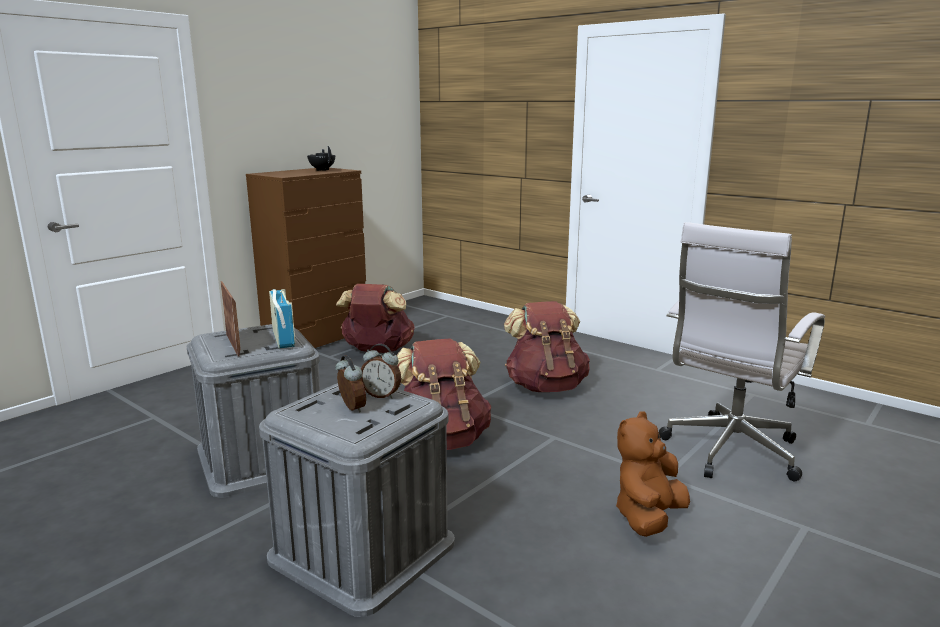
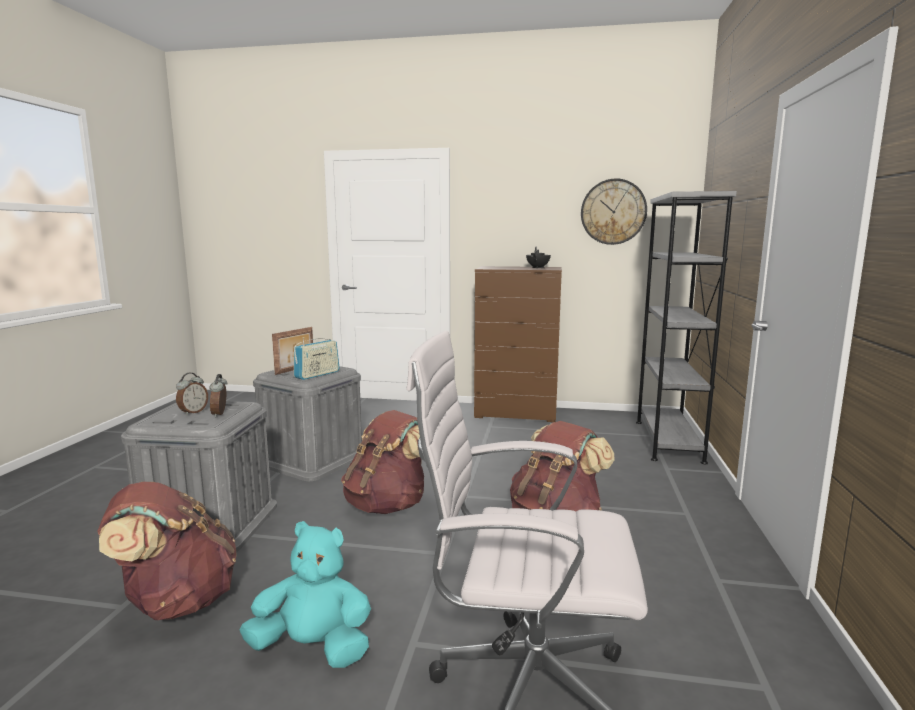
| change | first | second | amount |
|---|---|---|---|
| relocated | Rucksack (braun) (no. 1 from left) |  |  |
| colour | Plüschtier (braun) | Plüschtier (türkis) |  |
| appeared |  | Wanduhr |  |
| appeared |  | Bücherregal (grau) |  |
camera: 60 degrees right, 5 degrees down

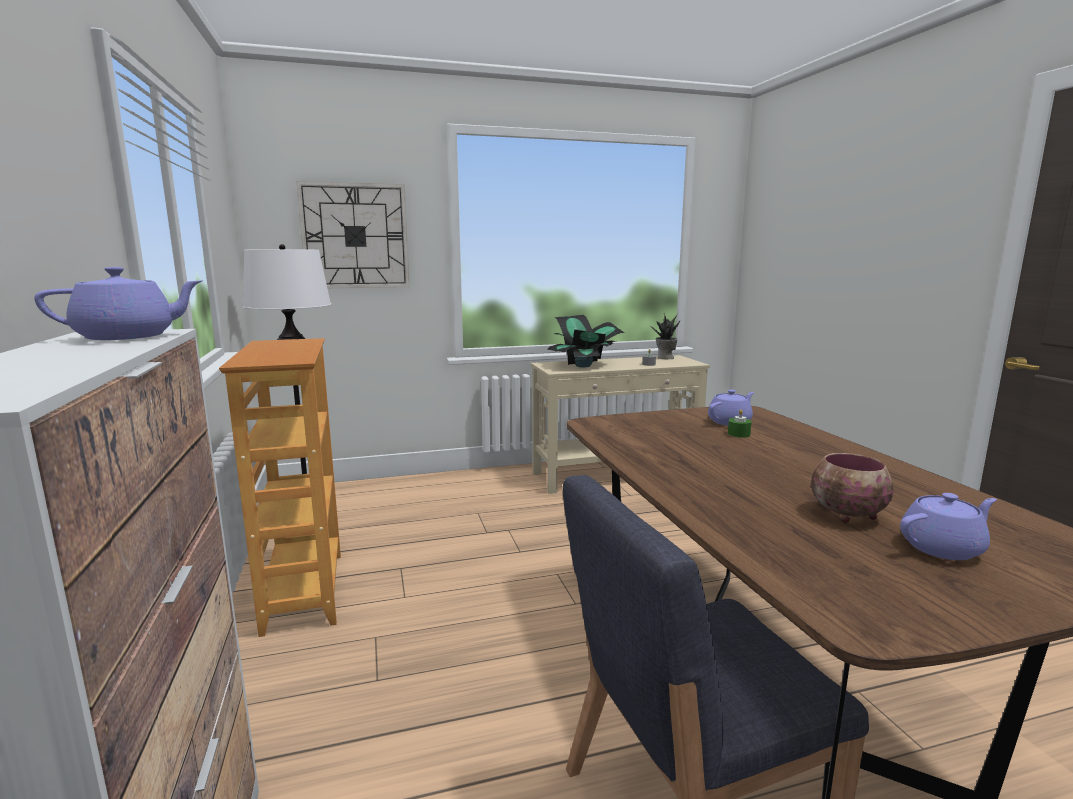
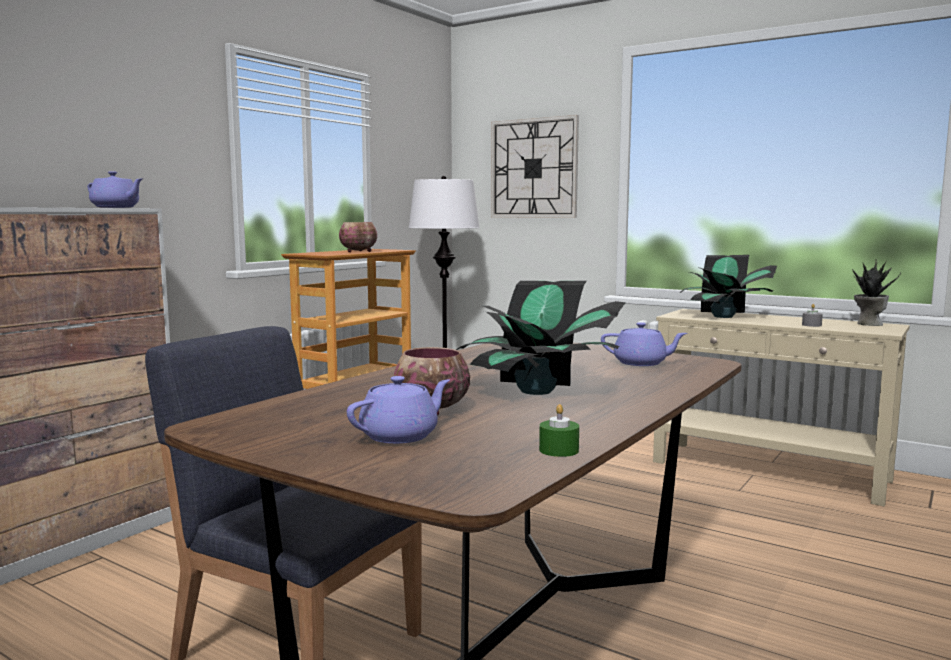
| change | first | second | amount |
|---|---|---|---|
| relocated | Kerze (grün) |  |  |
| spun | Teekanne (lila) (no. 3 from left in the first image) | Teekanne (lila) (no. 2 from left) | 75 degrees counterclockwise |
| appeared |  | Schüssel (no. 1 from left) |  |
| appeared |  | Topfpflanze (no. 1 from left) |  |
camera: 50 degrees right, 5 degrees down

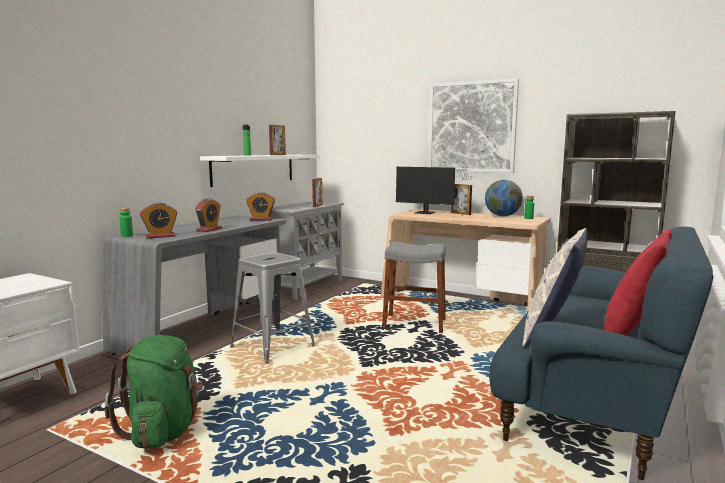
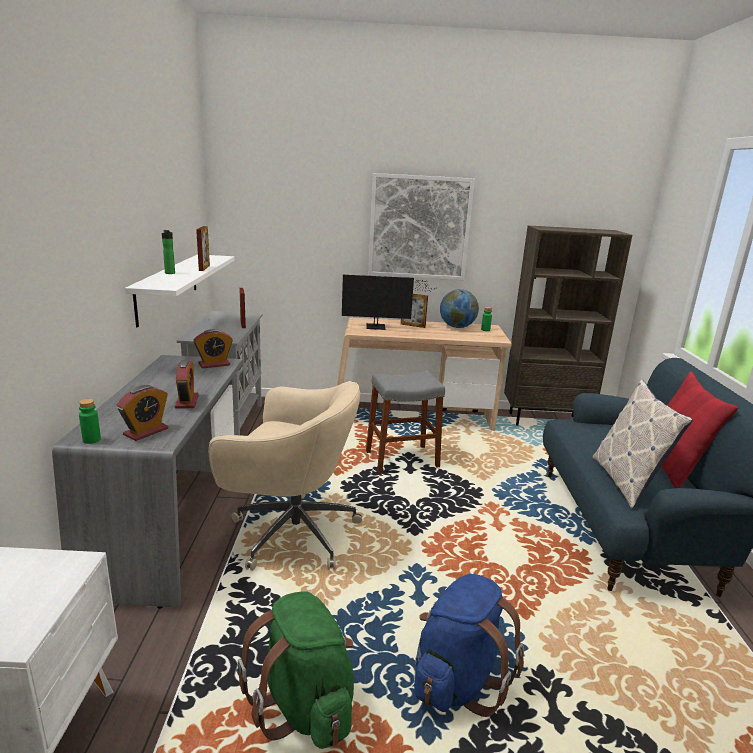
| change | first | second | amount |
|---|---|---|---|
| exchanged | Hocker (grau) (no. 1 from left) | Bürostuhl (beige) |  |
| appeared |  | Rucksack (blau) |  |
camera: 30 degrees left, 10 degrees up

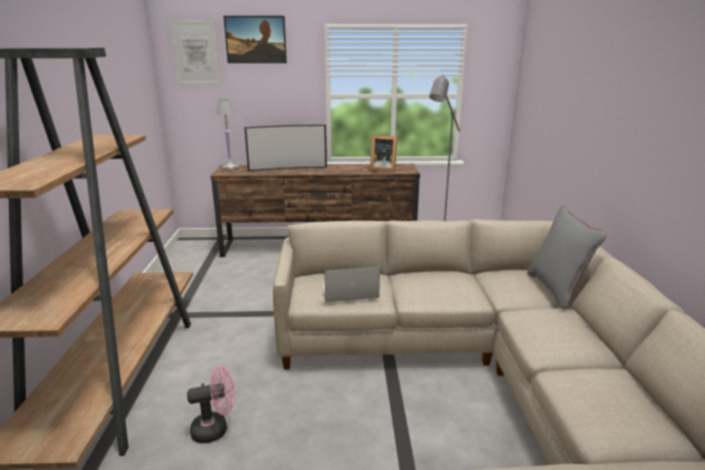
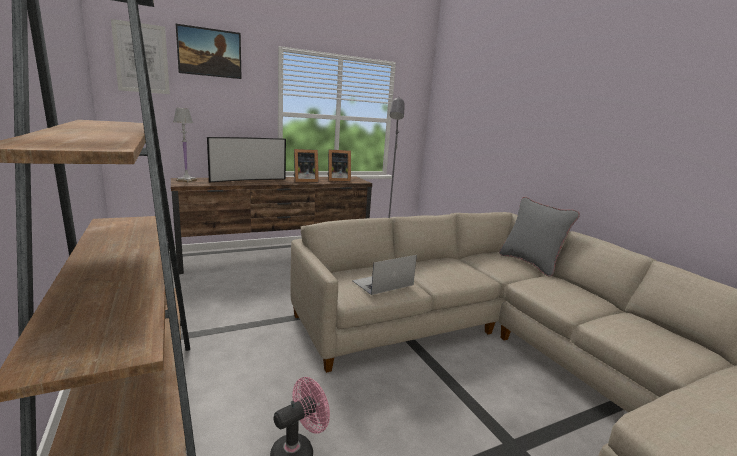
| change | first | second | amount |
|---|---|---|---|
| appeared |  | Bilderrahmen (no. 1 from left) |  |
camera: 25 degrees left, 5 degrees down

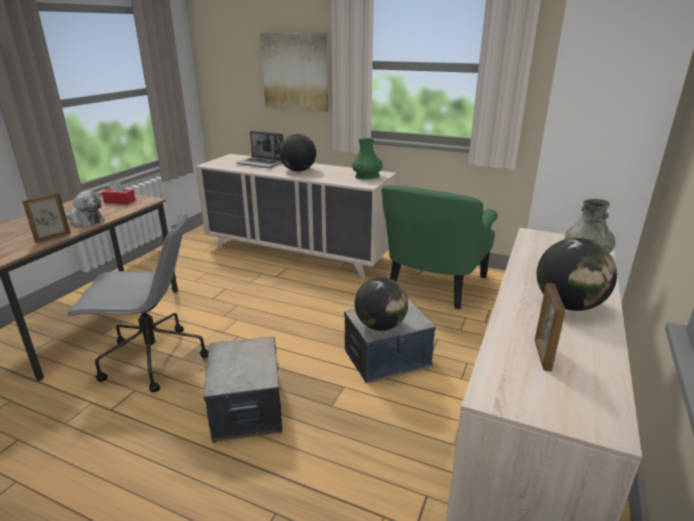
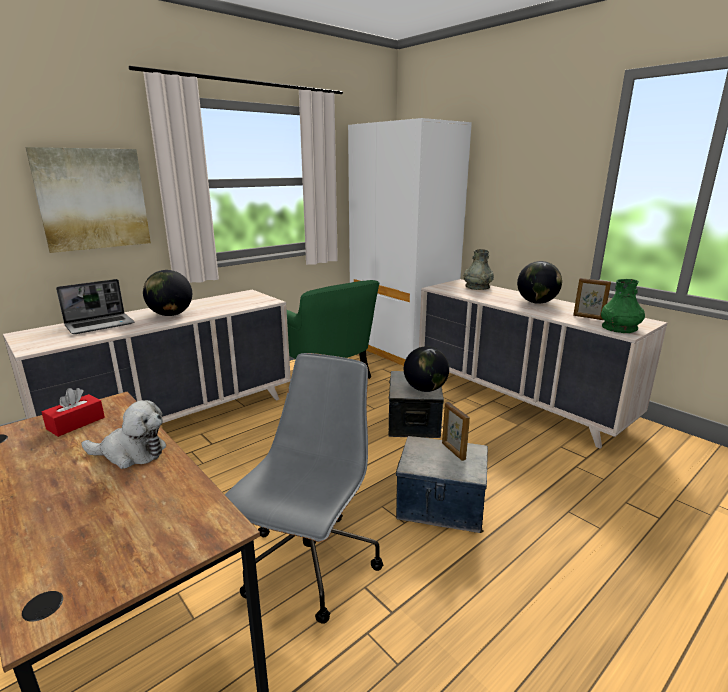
| change | first | second | amount |
|---|---|---|---|
| relocated | Bilderrahmen (no. 1 from left) |  |  |
| spun | Plüschtier |  | 45 degrees clockwise |
| relocated | Vase (grün) |  |  |
camera: 65 degrees left, 5 degrees down

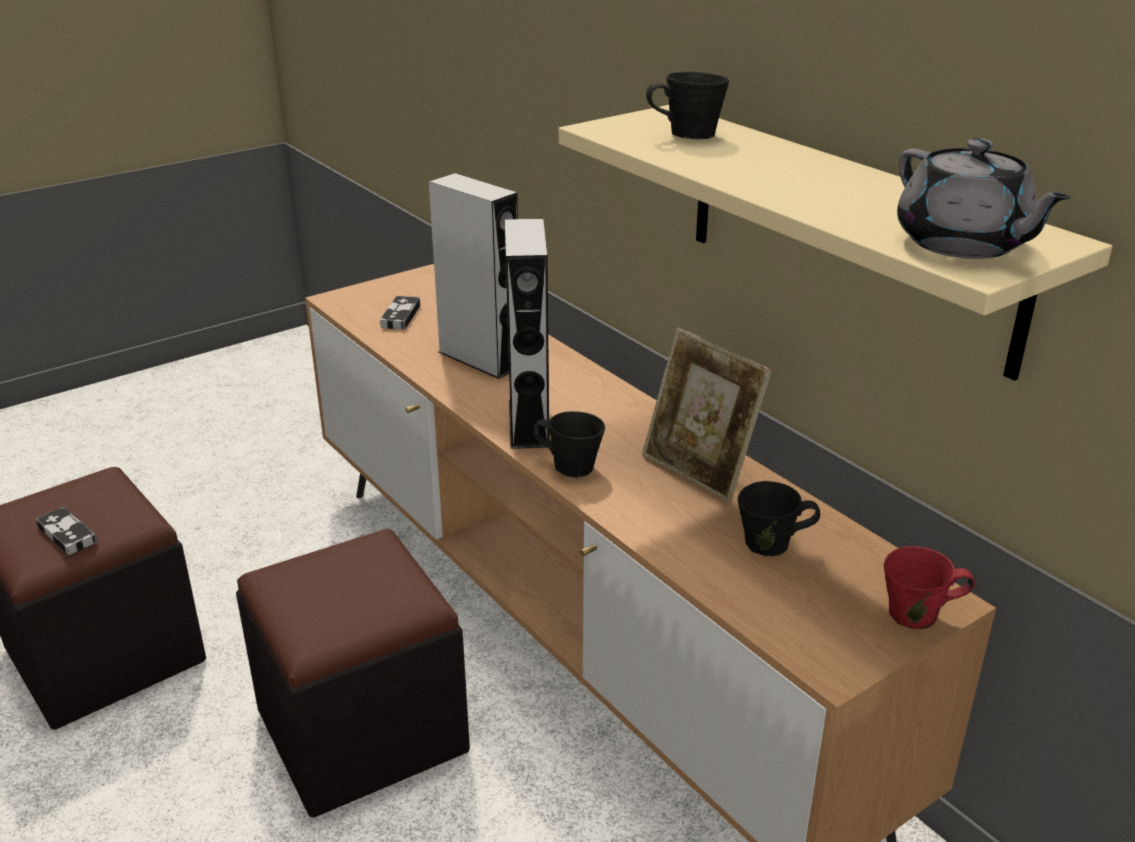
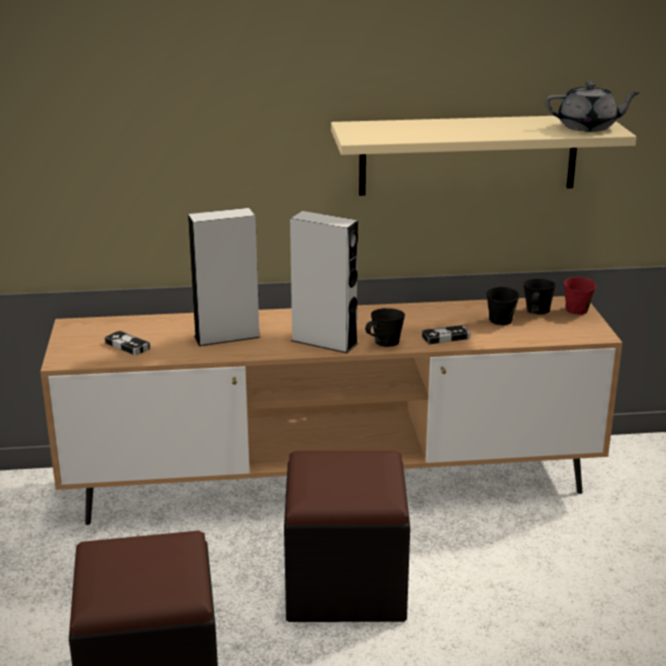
| change | first | second | amount |
|---|---|---|---|
| relocated | Gamepad (no. 1 from left in the first image) | Gamepad (no. 2 from left) |  |
| missing | Bilderrahmen |  |  |
| relocated | Henkelbecher (schwarz) (no. 2 from left in the first image) | Henkelbecher (schwarz) (no. 3 from left) |  |
camera: 60 degrees left, 5 degrees down

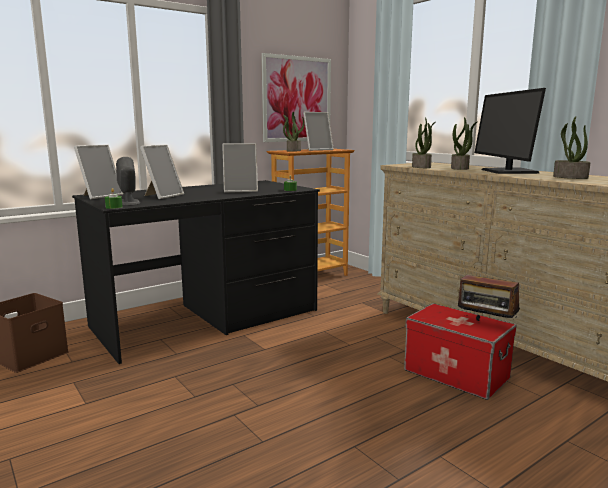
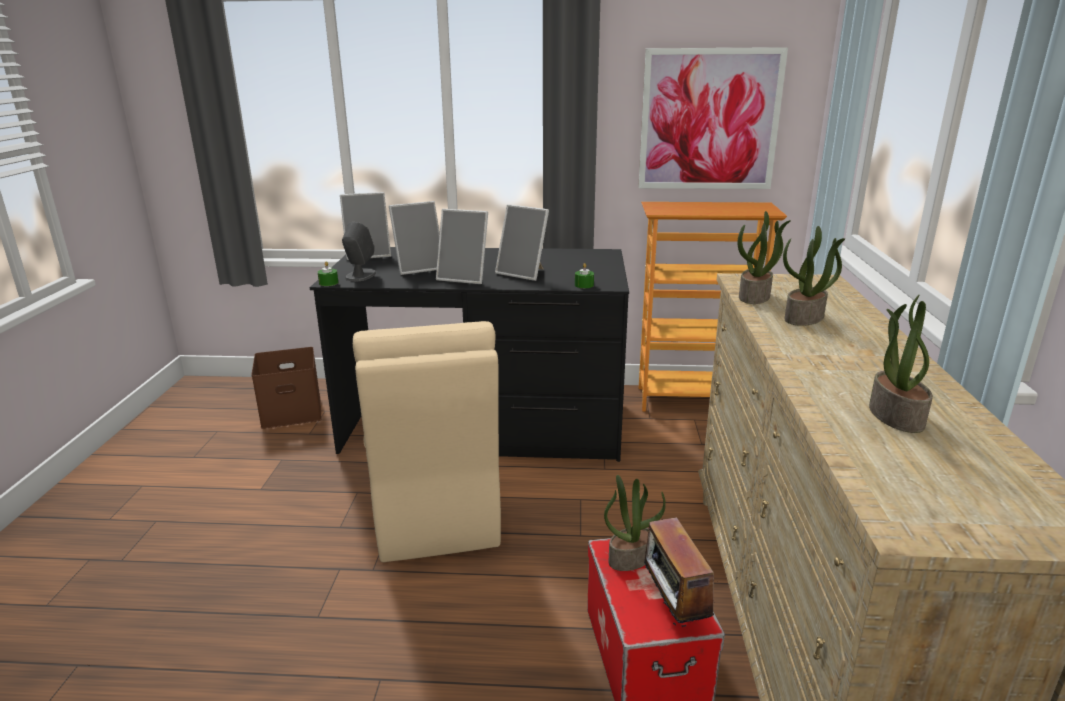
| change | first | second | amount |
|---|---|---|---|
| relocated | Topfpflanze (no. 1 from left) |  |  |
| relocated | Bilderrahmen (no. 4 from left in the first image) | Bilderrahmen (no. 3 from left) |  |
| missing | Monitor |  |  |
| appeared |  | Stuhl (beige) |  |
camera: 40 degrees right, 10 degrees up

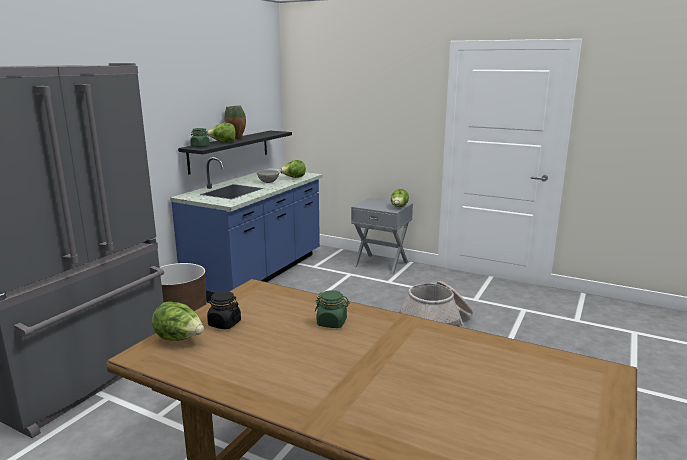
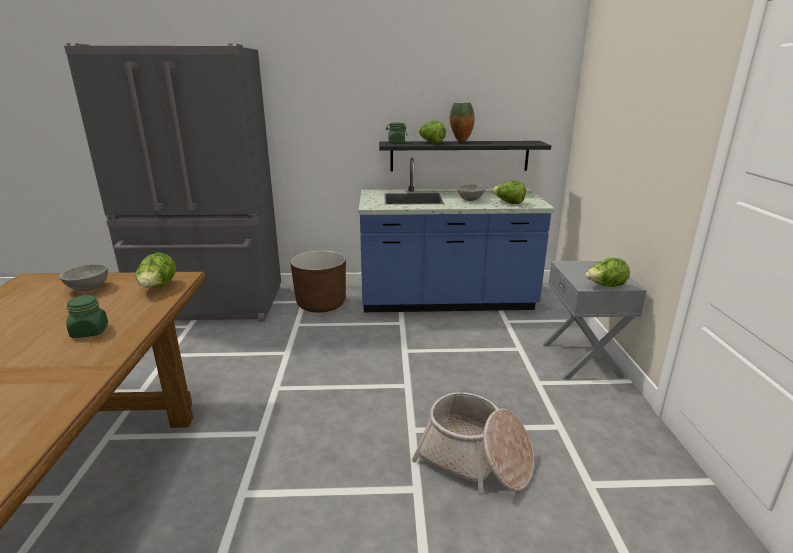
| change | first | second | amount |
|---|---|---|---|
| relocated | Salatkopf (no. 1 from left) |  |  |
| exchanged | Vorratsglas (schwarz) | Schüssel (grau) (no. 1 from left) |  |
camera: 60 degrees right, 5 degrees up

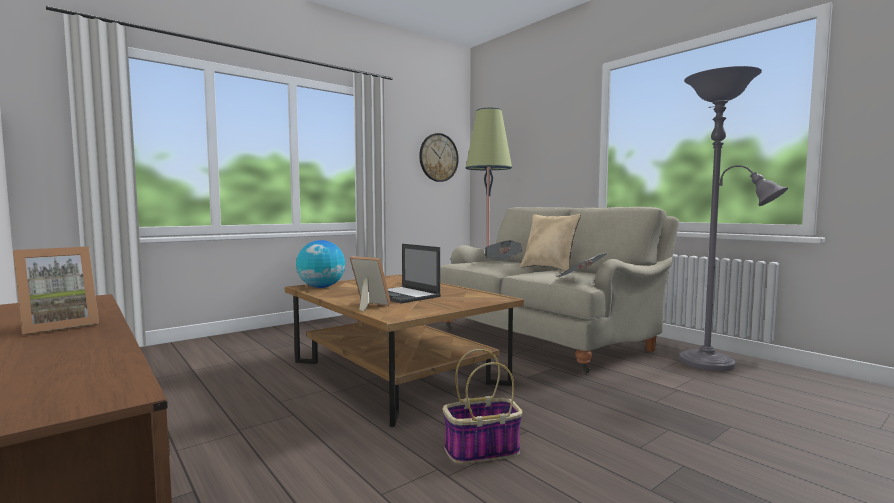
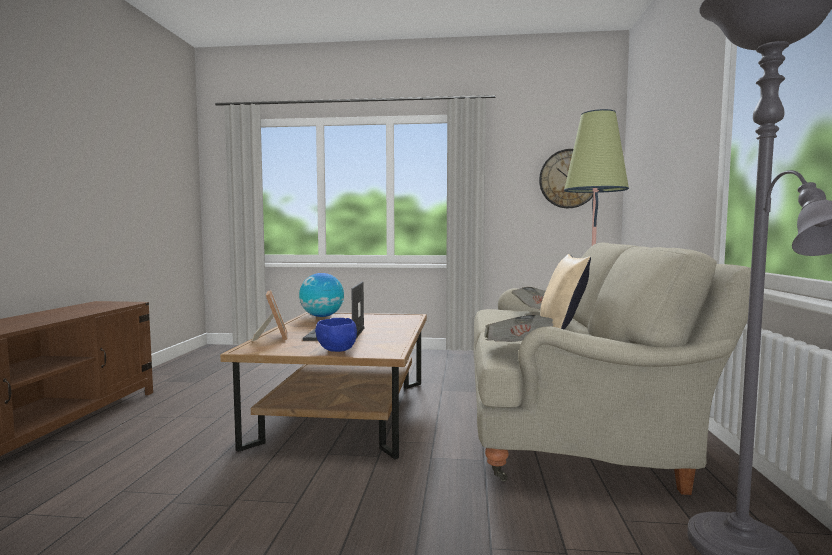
| change | first | second | amount |
|---|---|---|---|
| missing | Bilderrahmen (no. 1 from left) |  |  |
| missing | Korb |  |  |
| appeared |  | Schüssel (blau) |  |
camera: 45 degrees right, 0 degrees up

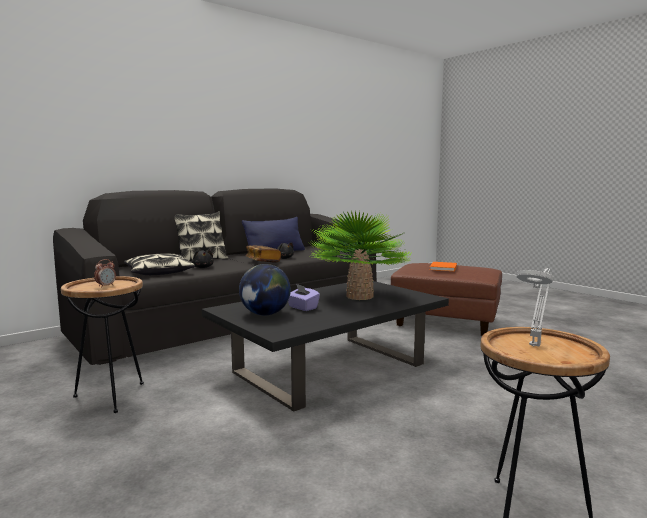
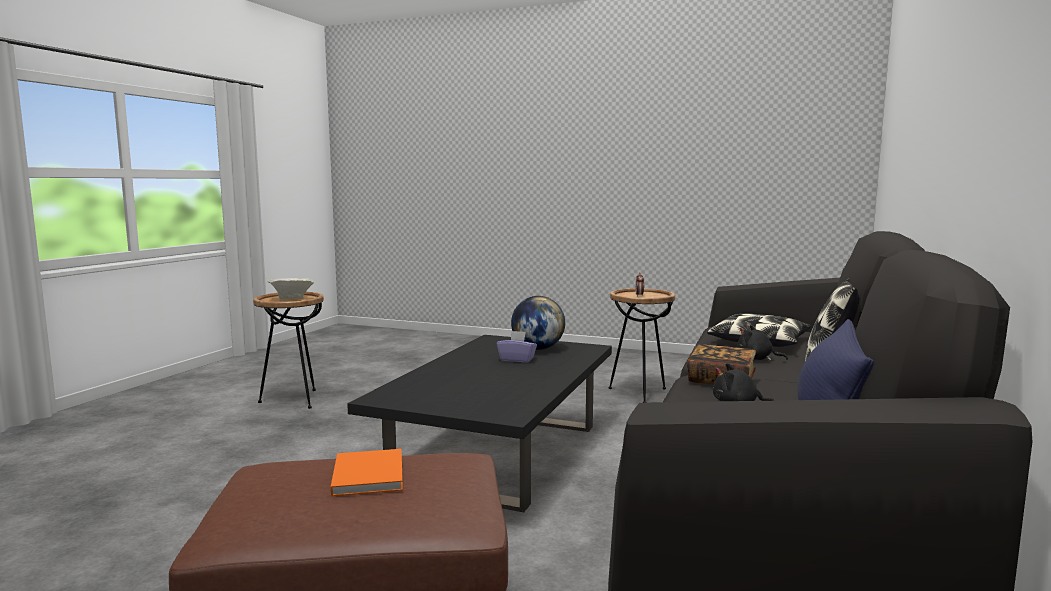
| change | first | second | amount |
|---|---|---|---|
| missing | Topfpflanze |  |  |
| exchanged | Tischlampe (grau) | Schüssel (beige) |  |
camera: 150 degrees right, 0 degrees up

